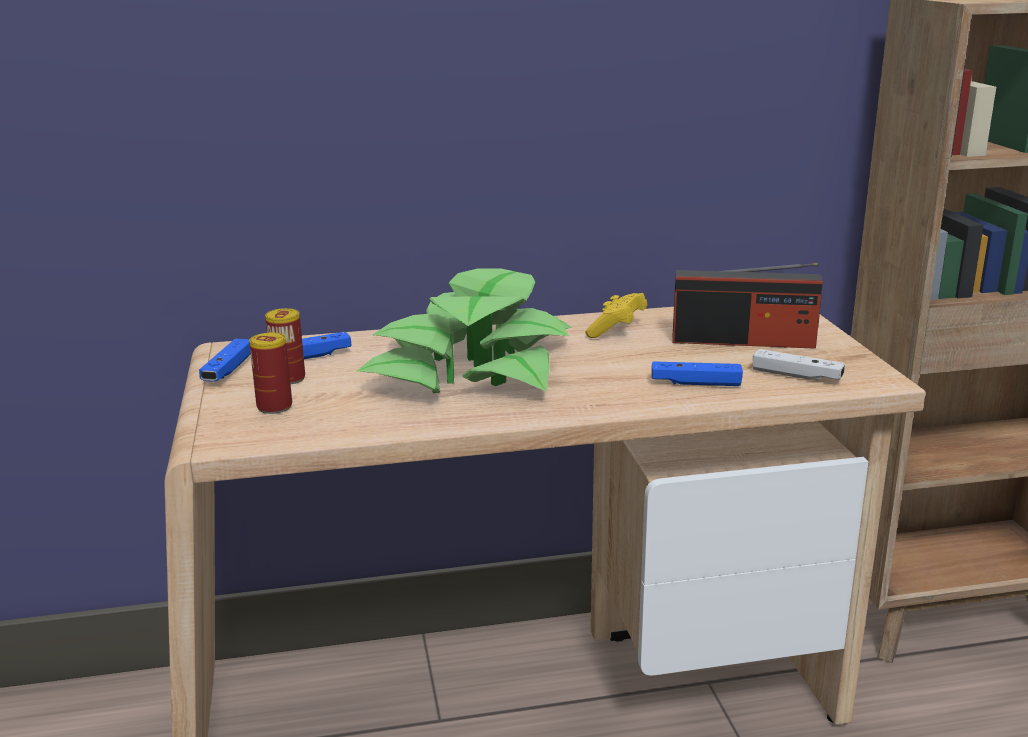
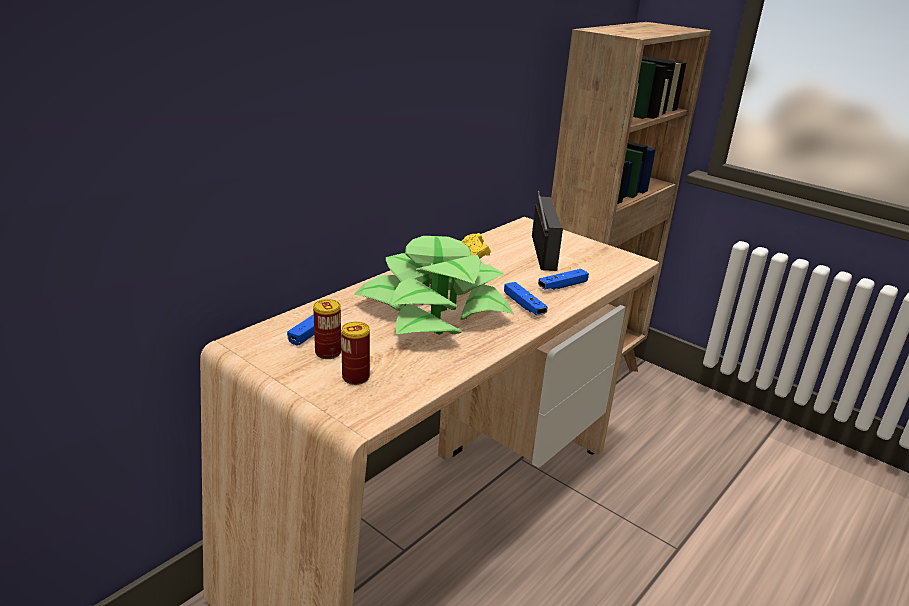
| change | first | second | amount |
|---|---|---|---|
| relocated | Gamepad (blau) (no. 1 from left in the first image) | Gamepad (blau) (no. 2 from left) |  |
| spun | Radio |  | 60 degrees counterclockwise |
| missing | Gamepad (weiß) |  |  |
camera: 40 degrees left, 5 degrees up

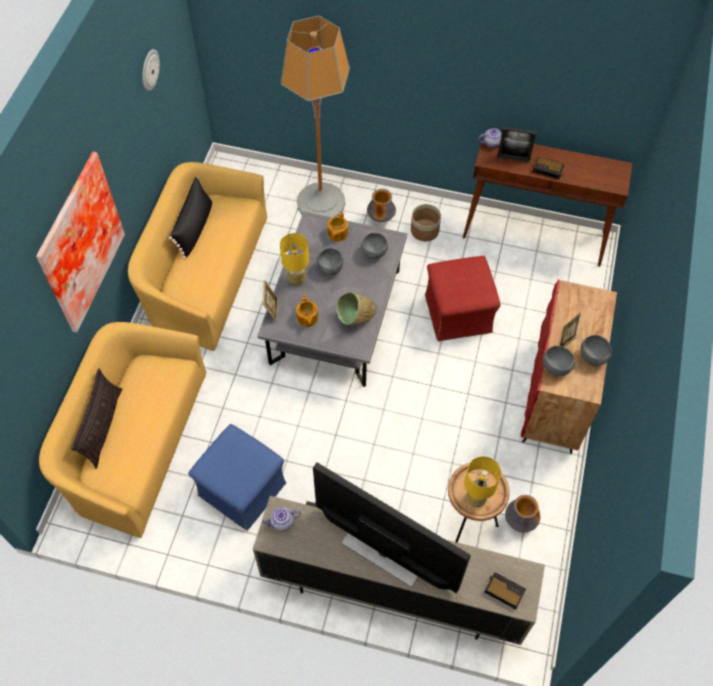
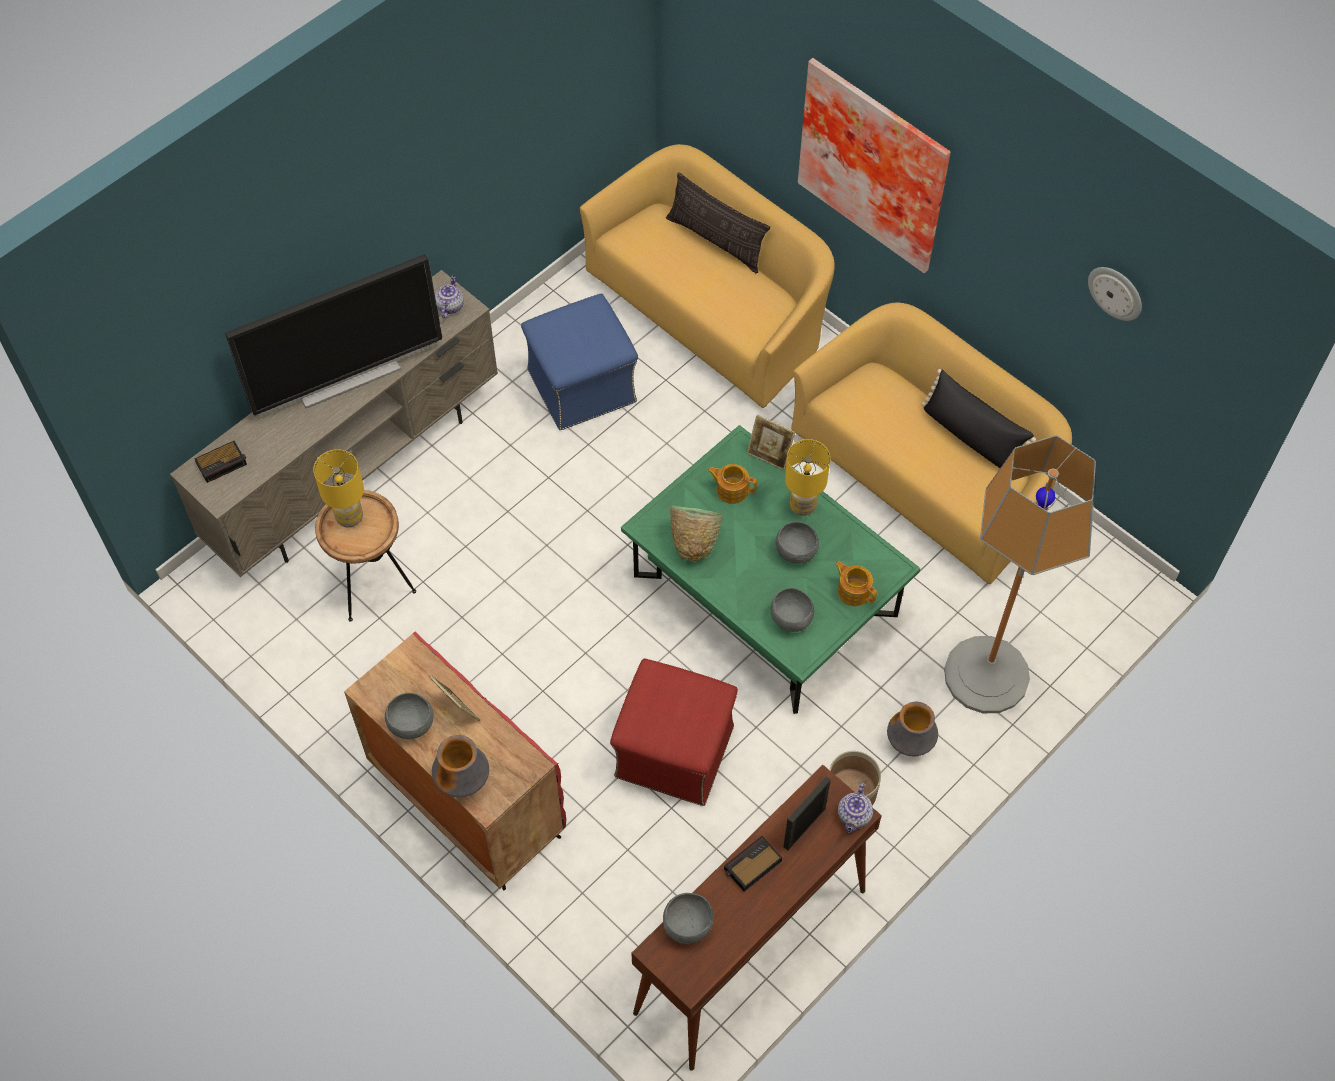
| change | first | second | amount |
|---|---|---|---|
| colour | Couchtisch (grau) | Couchtisch (grün) |  |
| relocated | Vase (no. 2 from left in the first image) | Vase (no. 1 from left) |  |
| relocated | Schüssel (grau) (no. 3 from left in the first image) | Schüssel (grau) (no. 2 from left) |  |
camera: 120 degrees right, 0 degrees up

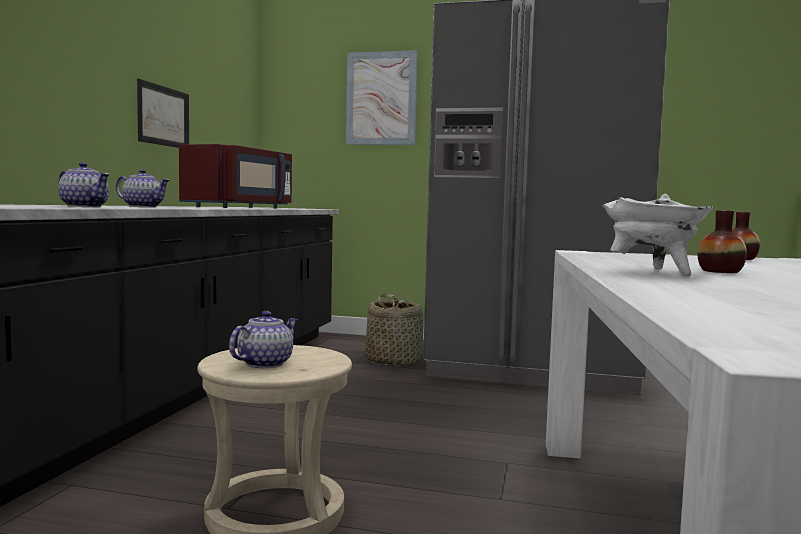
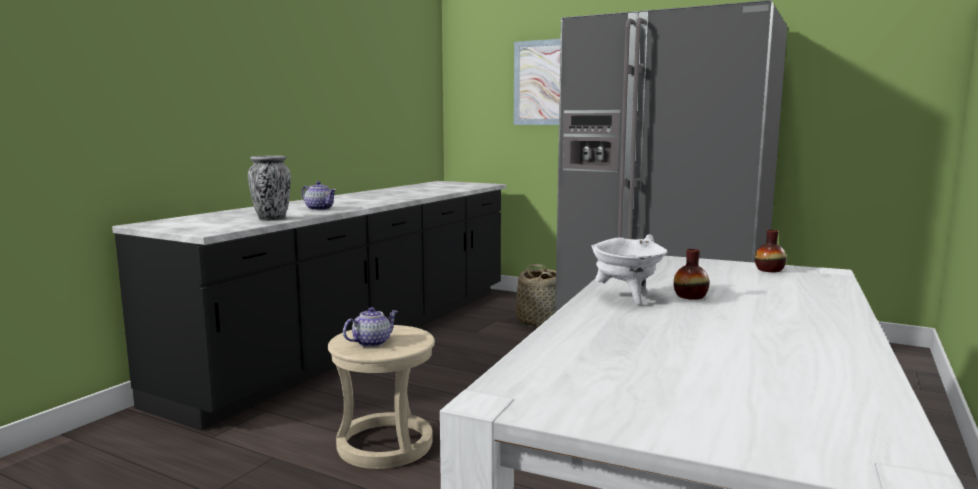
| change | first | second | amount |
|---|---|---|---|
| exchanged | Teekanne (no. 1 from left) | Vase (no. 1 from left) |  |
| missing | Bild (no. 1 from left) |  |  |
| missing | Mikrowelle (rot) |  |  |
camera: 15 degrees right, 5 degrees up

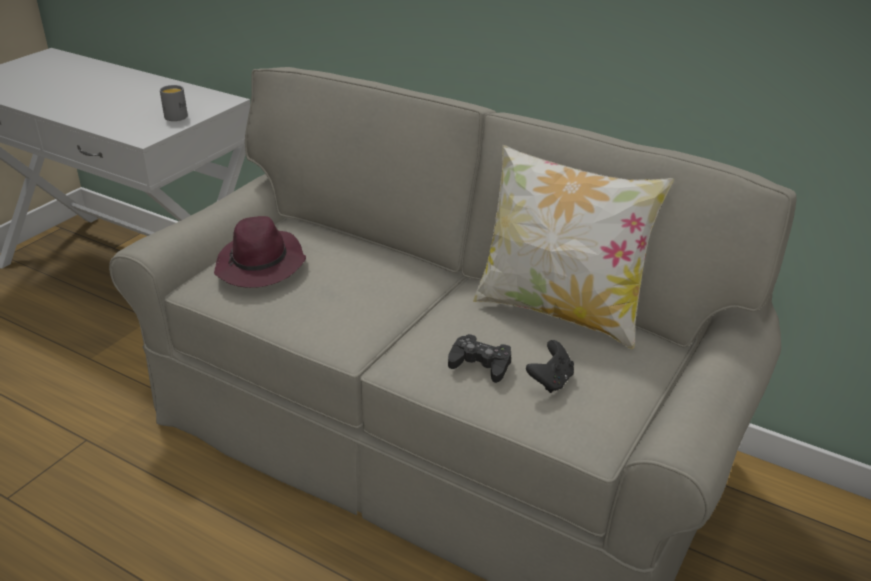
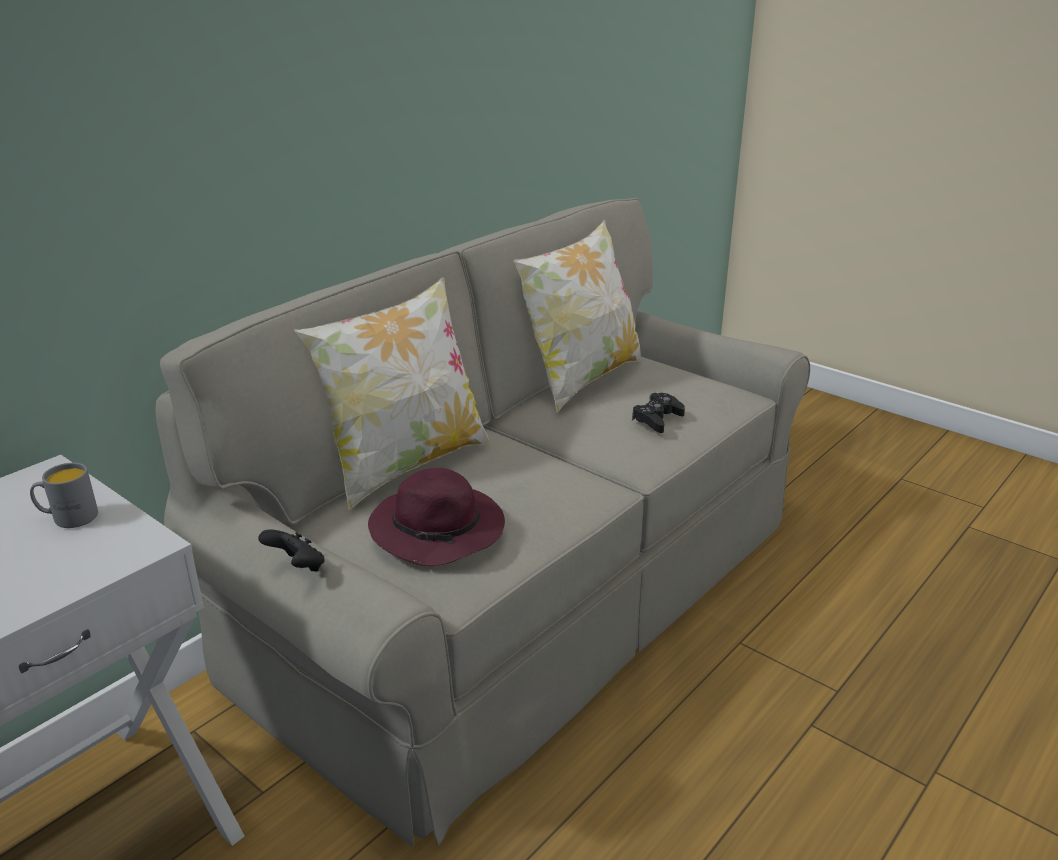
| change | first | second | amount |
|---|---|---|---|
| relocated | Gamepad (schwarz) (no. 2 from left in the first image) | Gamepad (schwarz) (no. 1 from left) |  |
| appeared |  | Kissen (no. 1 from left) |  |
camera: 80 degrees left, 5 degrees down

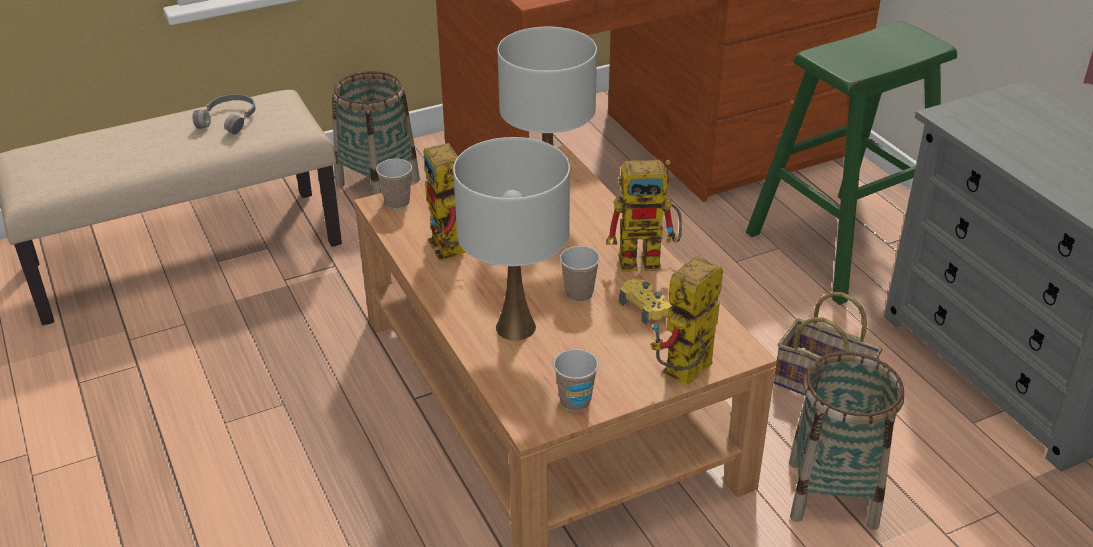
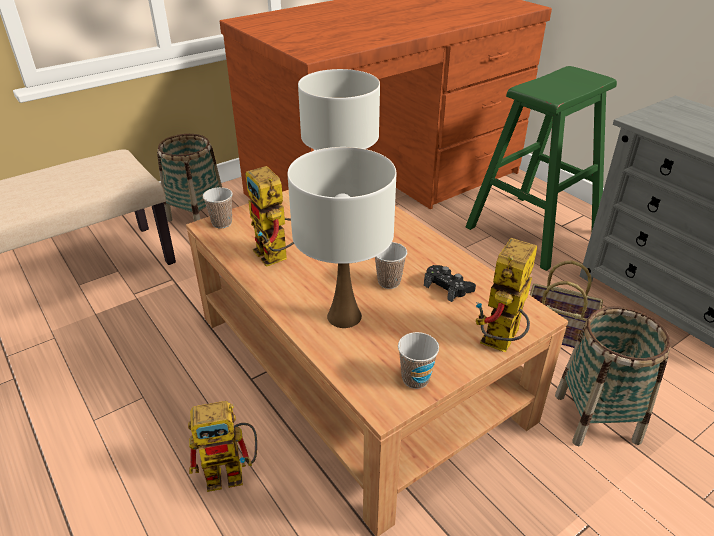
| change | first | second | amount |
|---|---|---|---|
| missing | Kopfhörer (grau) |  |  |
| relocated | Spielzeugroboter (no. 2 from left in the first image) | Spielzeugroboter (no. 1 from left) |  |
| colour | Gamepad (gelb) | Gamepad (schwarz) |  |
camera: 10 degrees left, 0 degrees up

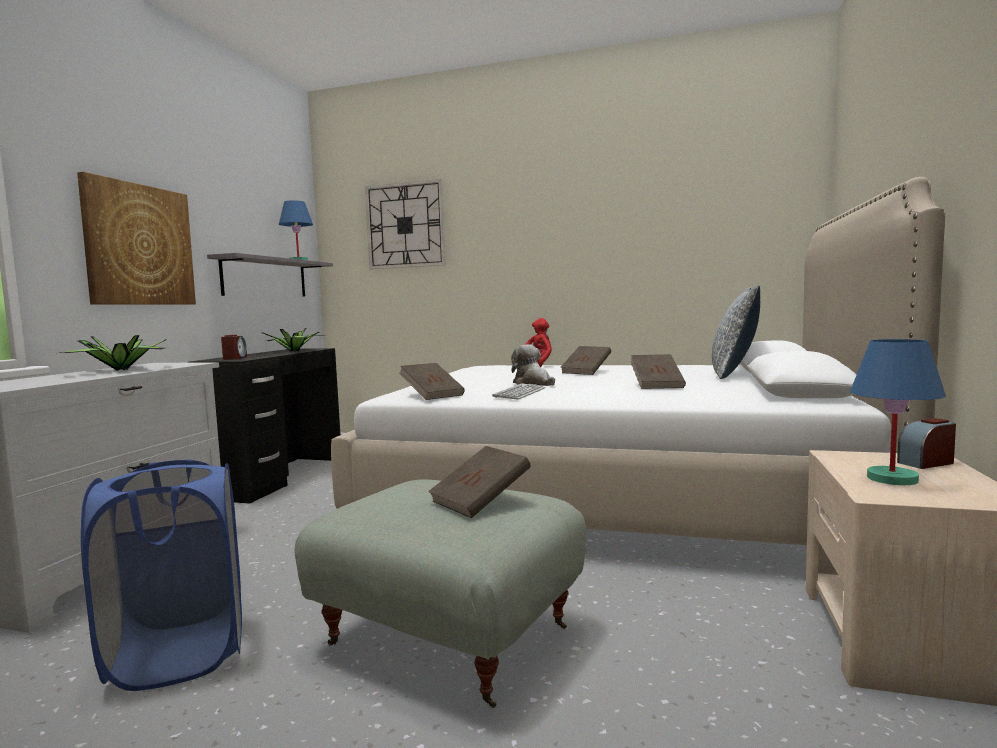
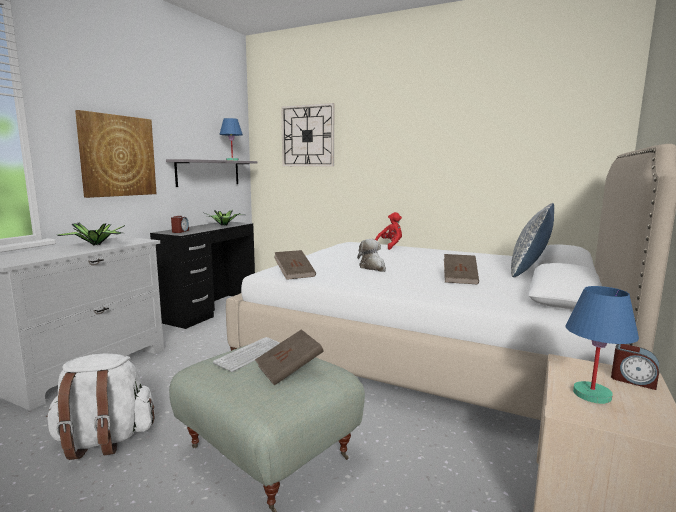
| change | first | second | amount |
|---|---|---|---|
| exchanged | Wäschekorb (blau) | Rucksack (weiß) |  |
| relocated | Tastatur |  |  |
| missing | Buch (braun) (no. 3 from left) |  |  |
| spun | Wecker (no. 2 from left) |  | 135 degrees counterclockwise |
camera: 10 degrees right, 5 degrees up

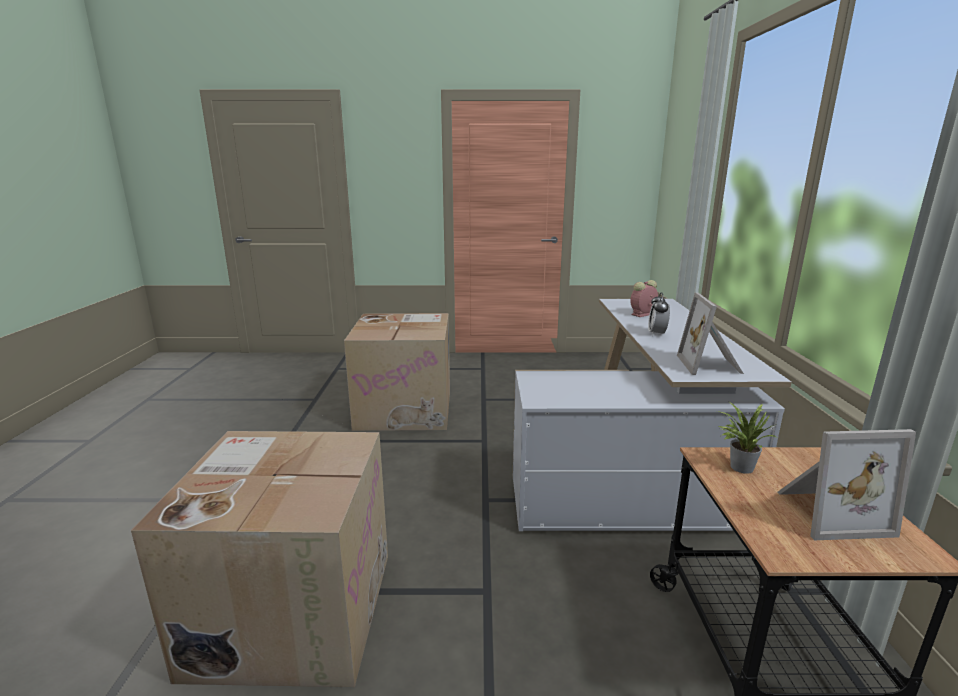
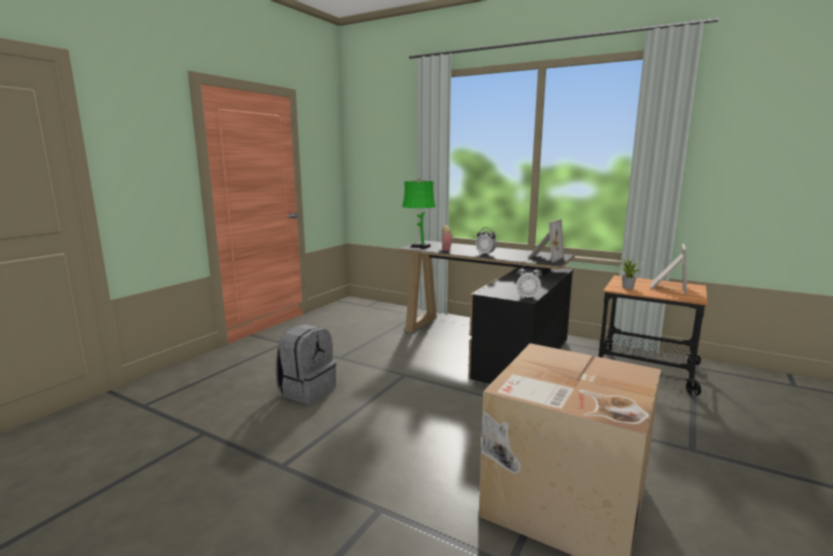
| change | first | second | amount |
|---|---|---|---|
| exchanged | Karton (no. 2 from left) | Rucksack (grau) |  |
| colour | Schreibtisch (weiß) | Schreibtisch (schwarz) |  |
| spun | Bilderrahmen (no. 1 from left) |  | 90 degrees counterclockwise |
| appeared |  | Tischlampe (grün) |  |
| appeared |  | Wecker (no. 3 from left) |  |
camera: 60 degrees left, 5 degrees down

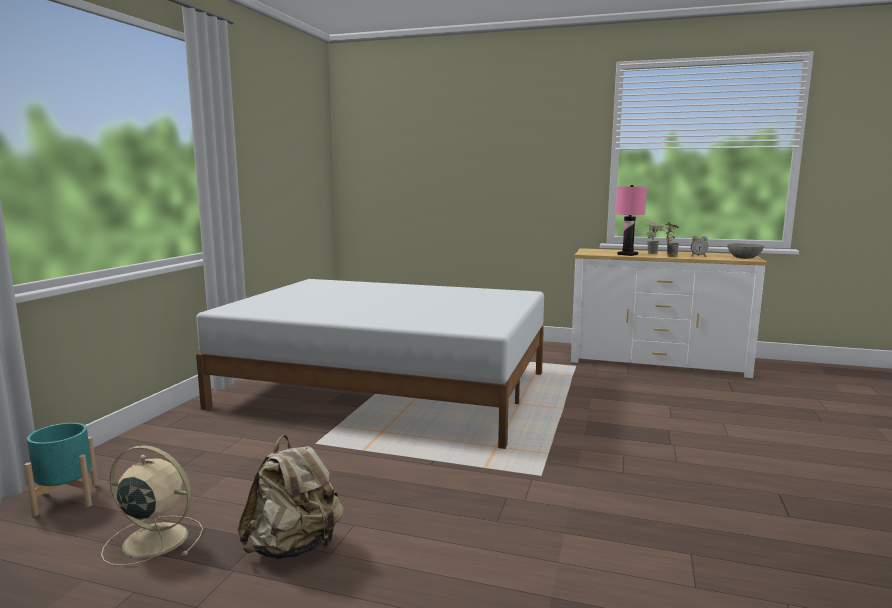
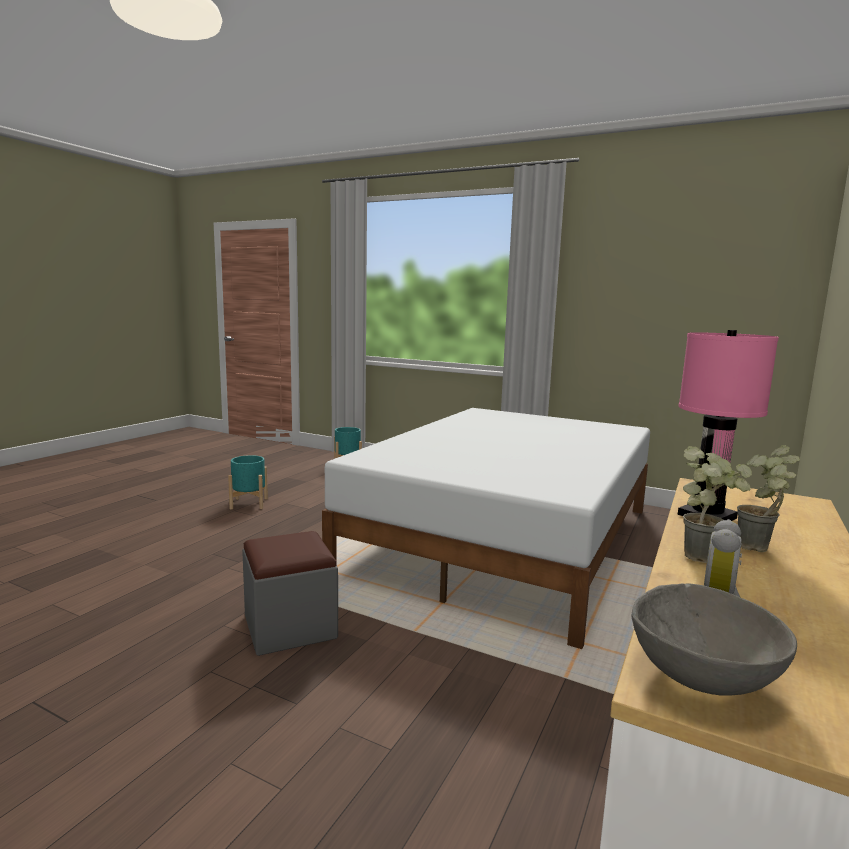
| change | first | second | amount |
|---|---|---|---|
| missing | Ventilator (beige) |  |  |
| exchanged | Rucksack (beige) | Pflanzkübel (türkis) (no. 1 from left) |  |
| appeared |  | Polsterhocker (grau) |  |
camera: 100 degrees right, 0 degrees up

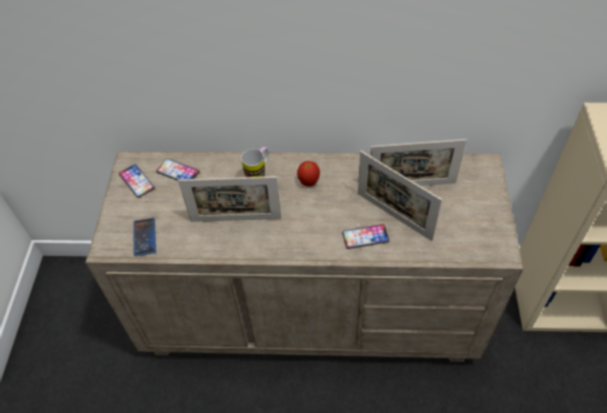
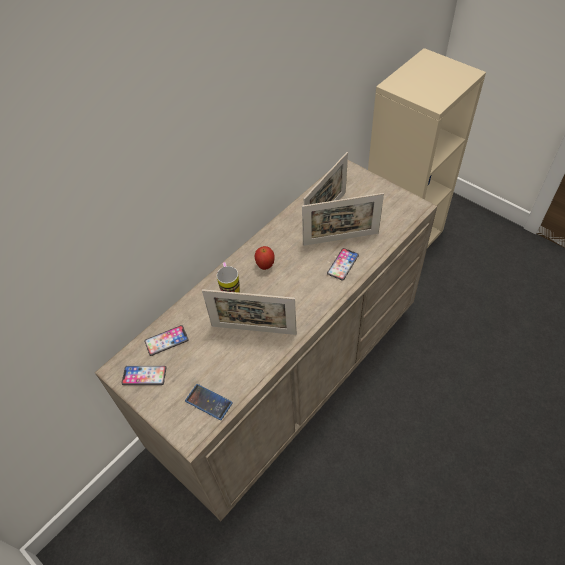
| change | first | second | amount |
|---|---|---|---|
| spun | Bilderrahmen (no. 1 from left) |  | 60 degrees clockwise |
camera: 50 degrees left, 0 degrees up

